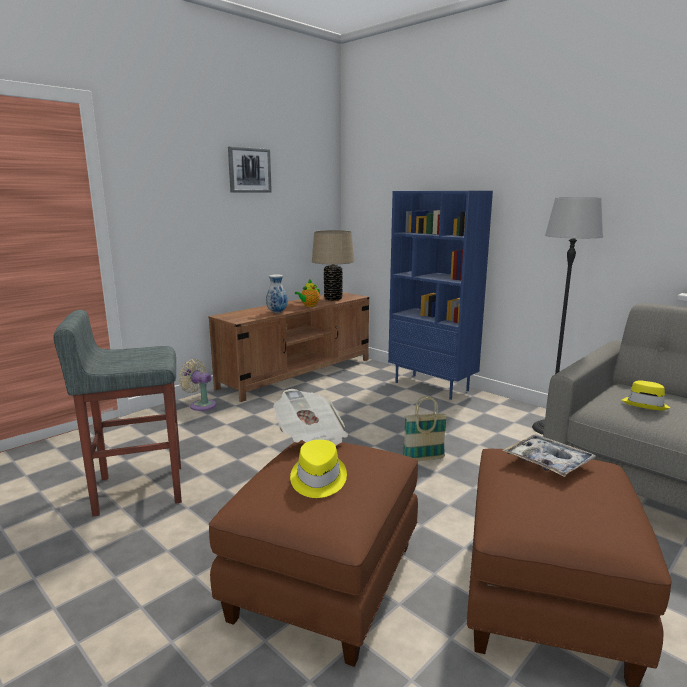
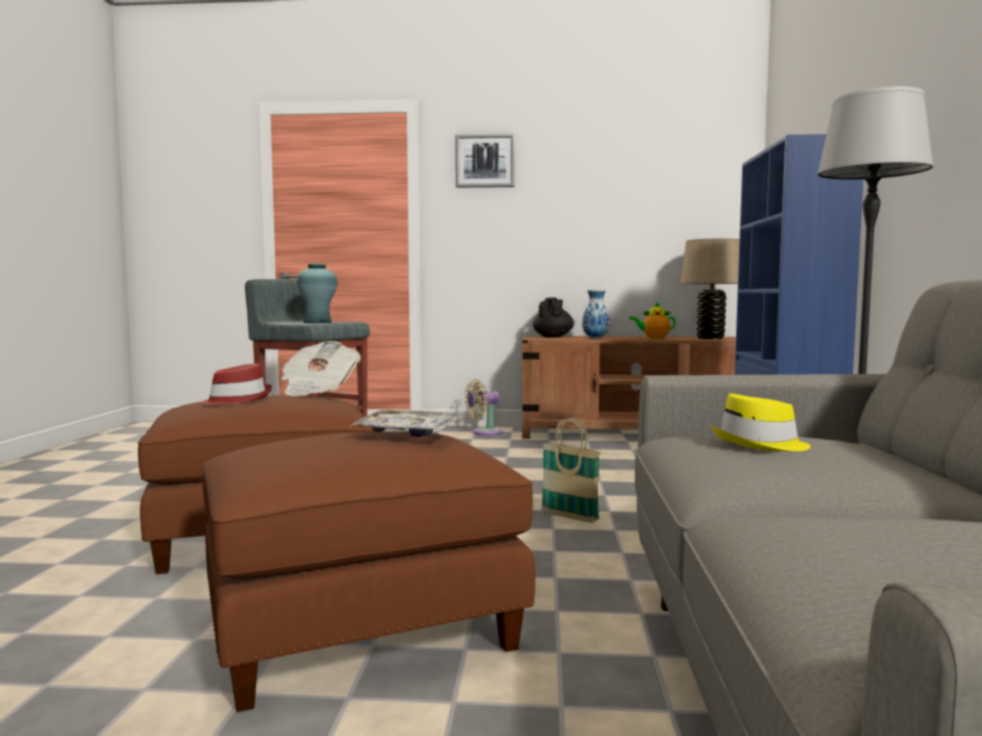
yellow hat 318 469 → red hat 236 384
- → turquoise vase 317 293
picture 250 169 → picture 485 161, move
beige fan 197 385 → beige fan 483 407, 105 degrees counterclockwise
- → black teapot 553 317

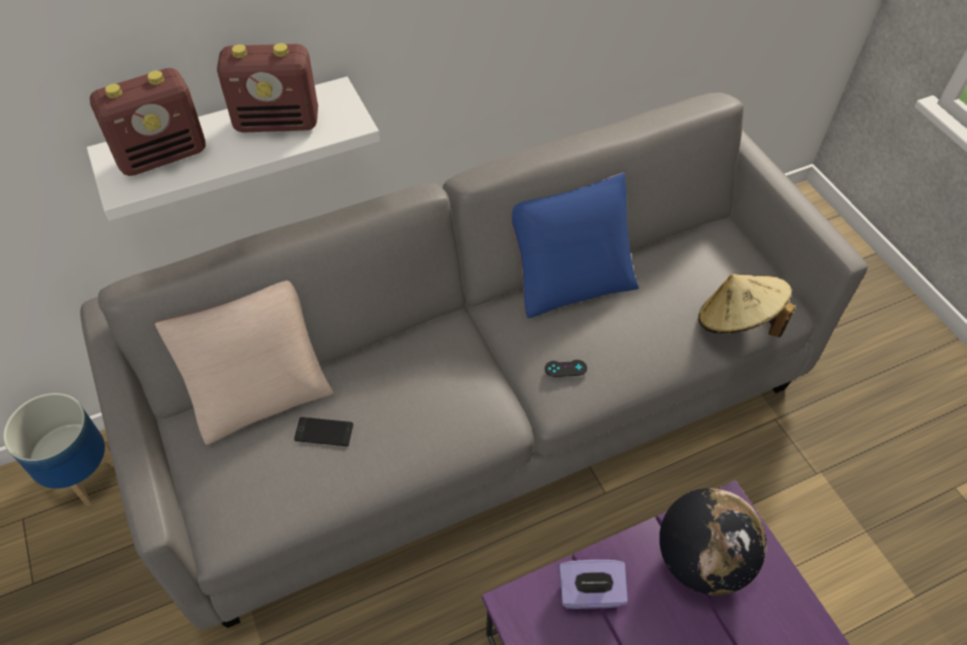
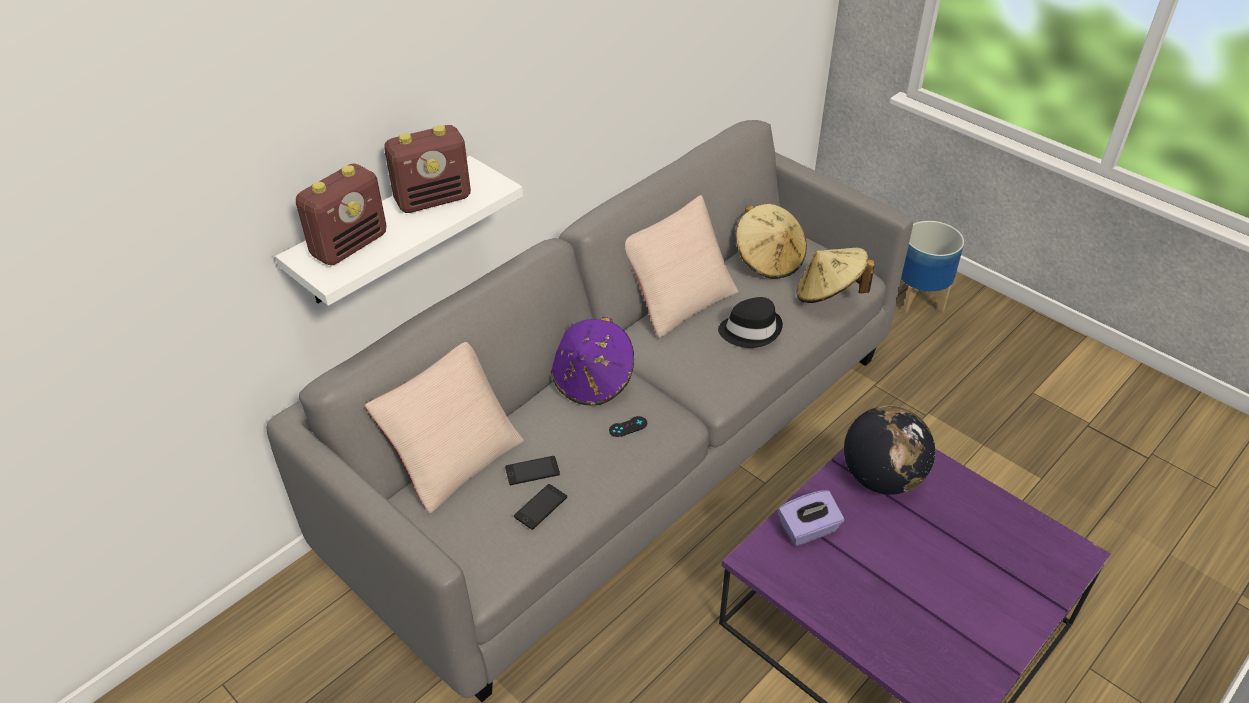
- → phone 540 507
- → purple hat 592 361
black game controller 566 368 → black game controller 628 426, move
blue pillow 575 245 → beige pillow 682 266
- → black hat 750 322
- → beige hat 771 241
planter 58 449 → planter 931 267, move

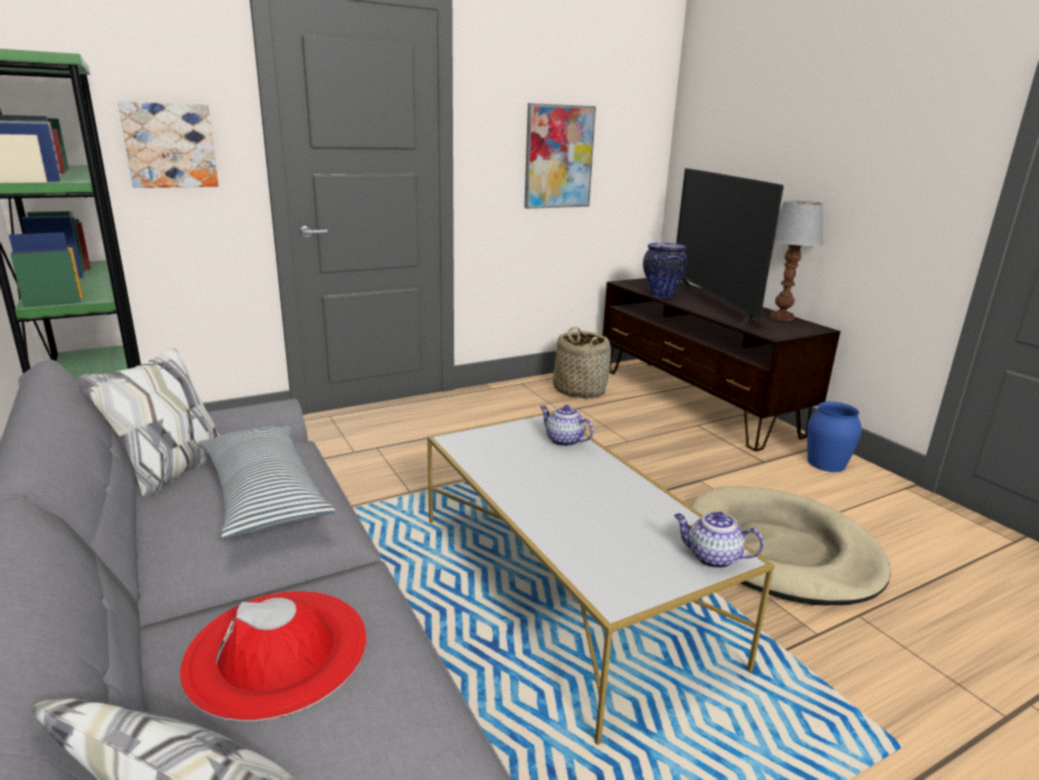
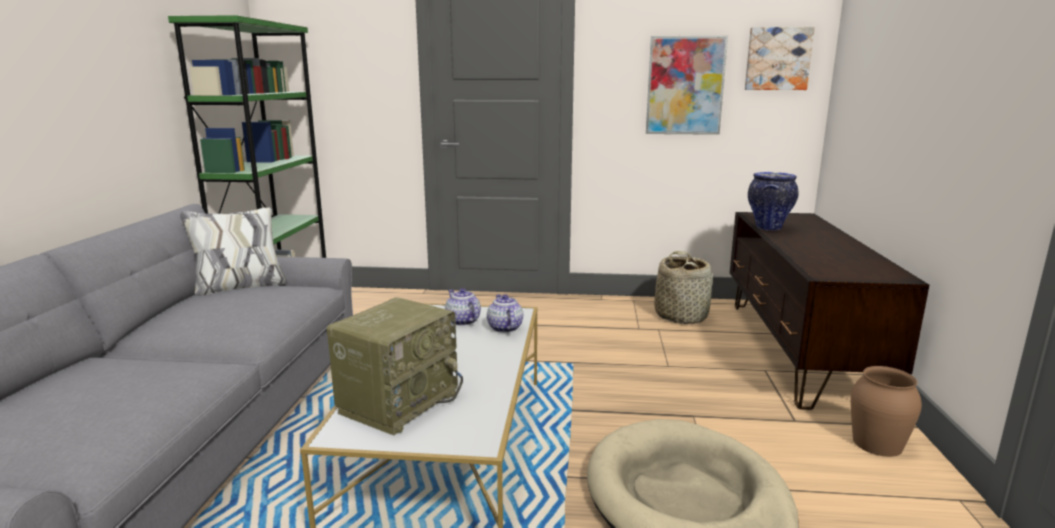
- → radio 395 366
teapot 719 540 → teapot 463 307, move
picture 168 145 → picture 780 58, move
blue vase 834 437 → brown vase 886 411
red hat 273 656 → -
pillow 266 483 → -
television 730 247 → -
table lamp 796 260 → -

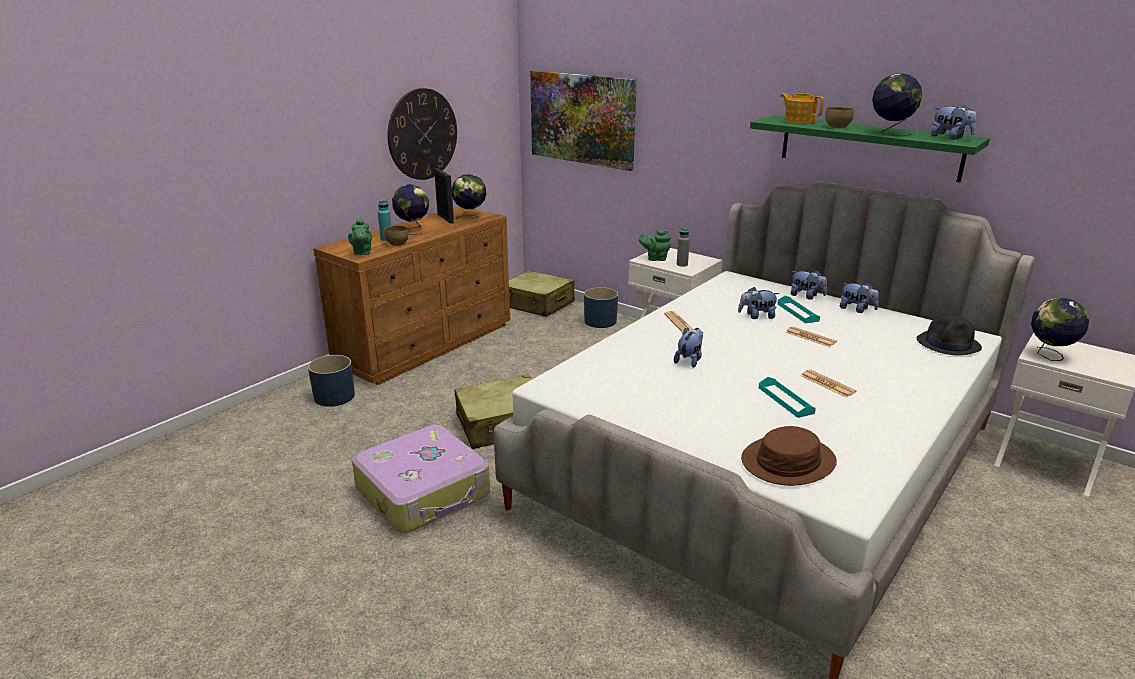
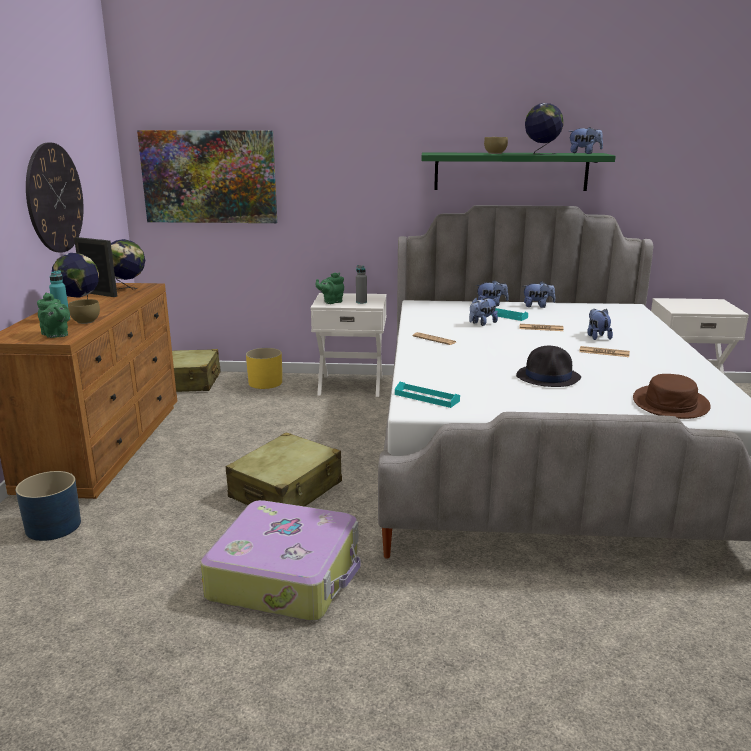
blue planter 601 307 → yellow planter 264 368
turquoise tray 787 397 → turquoise tray 427 395, move
black hat 949 335 → black hat 548 366, move
plush toy 688 348 → plush toy 600 324, move
teapot 802 108 → -
globe 1060 329 → -

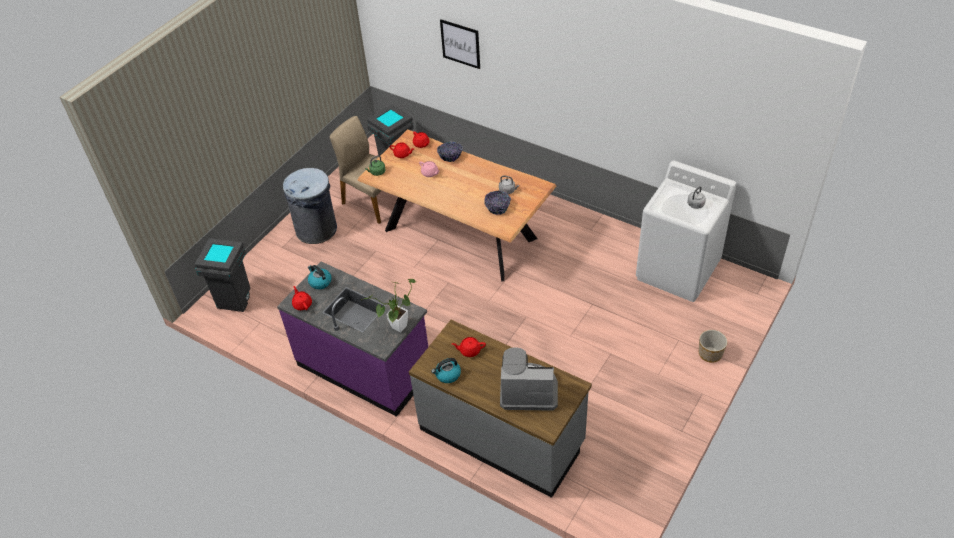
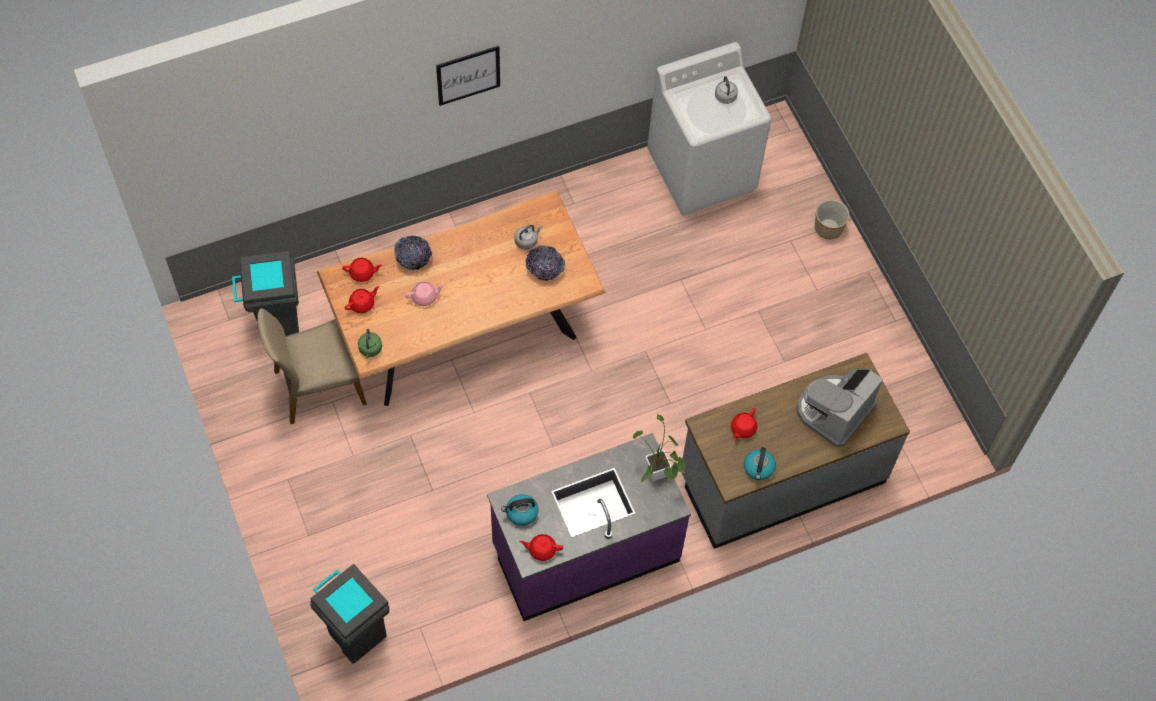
picture 460 44 → picture 468 76, move
grey trash can 310 206 → -

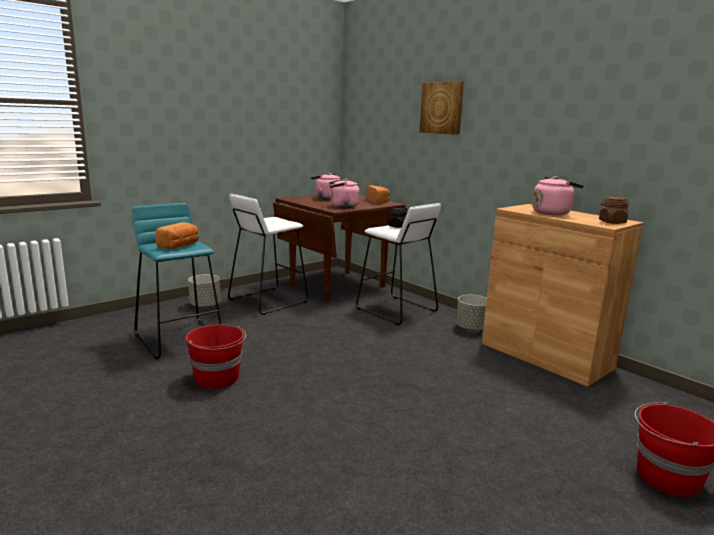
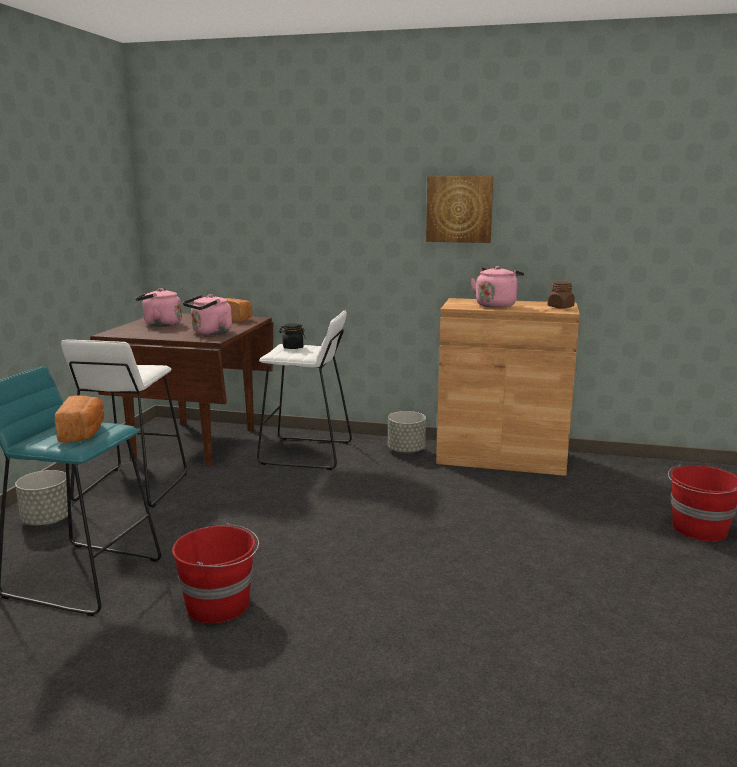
picture 441 108 → picture 460 209, move

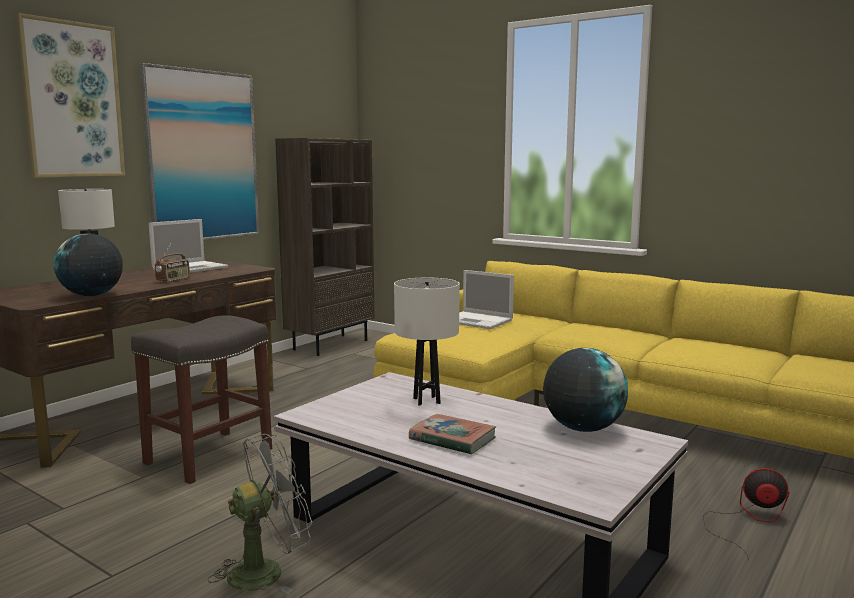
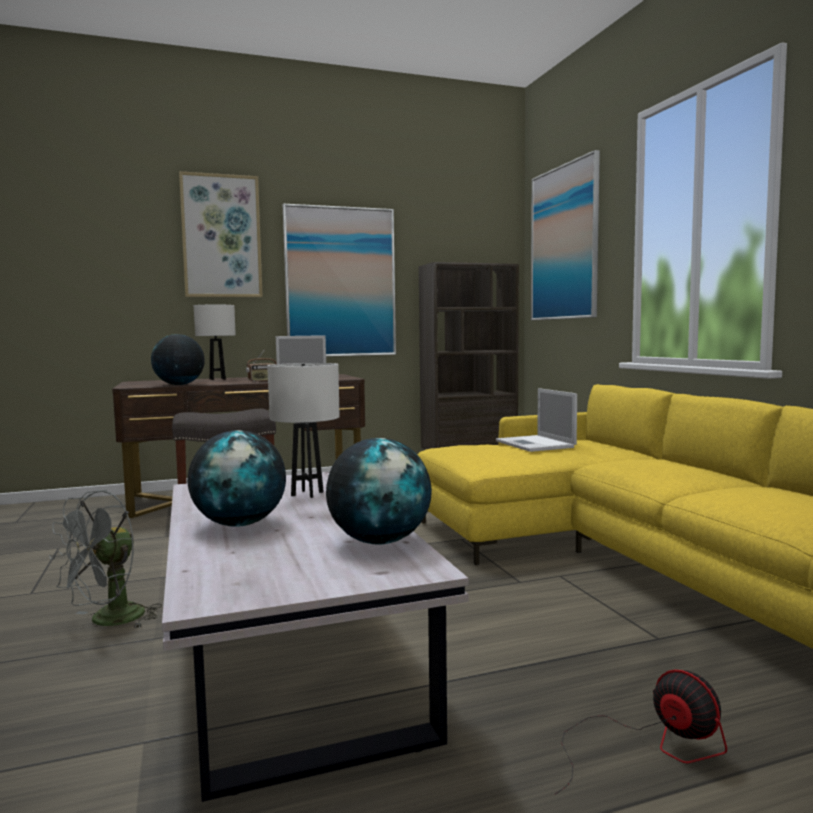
grey fan 260 514 → grey fan 105 559, 120 degrees clockwise
book 452 434 → globe 237 478
- → picture 565 235

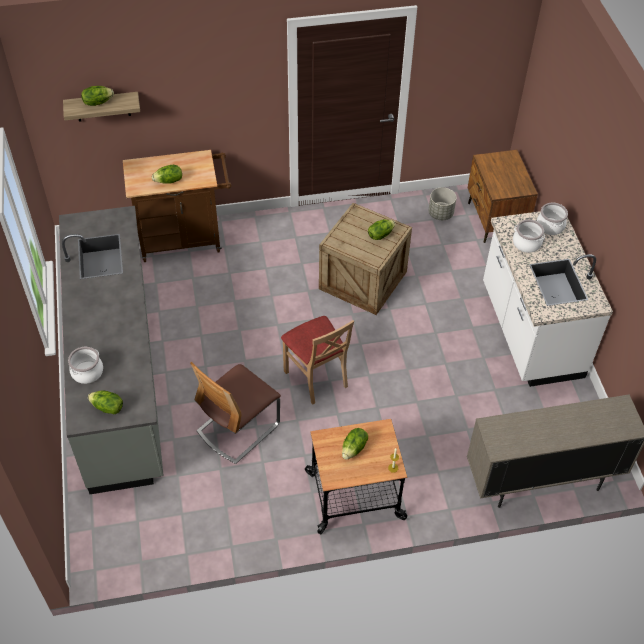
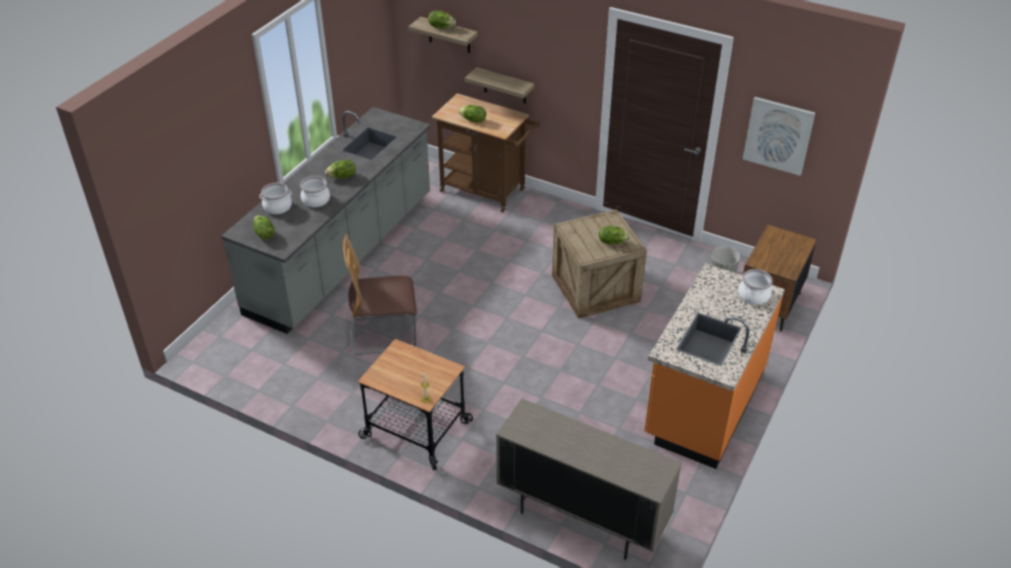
cooking pot 529 236 → cooking pot 315 191, move
lettuce 355 444 → lettuce 340 169, move
- → shelf 500 85
white counter 548 299 → orange counter 714 366
- → picture 779 136
beige chair 317 360 → -

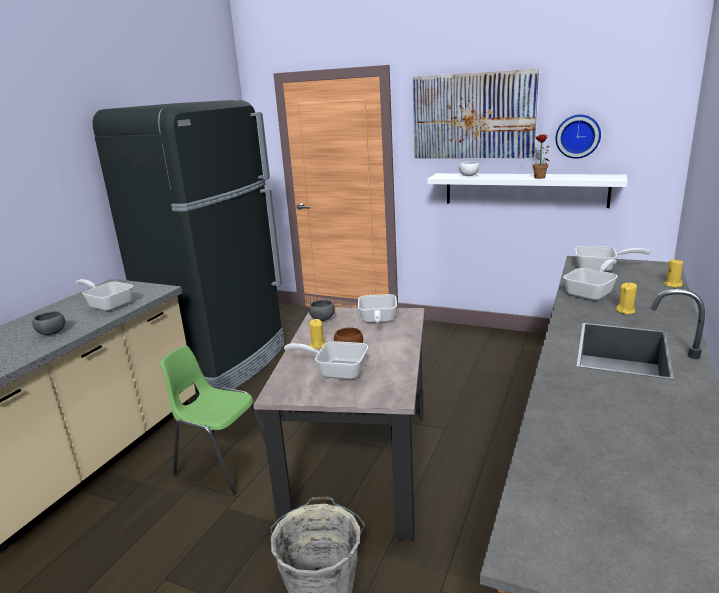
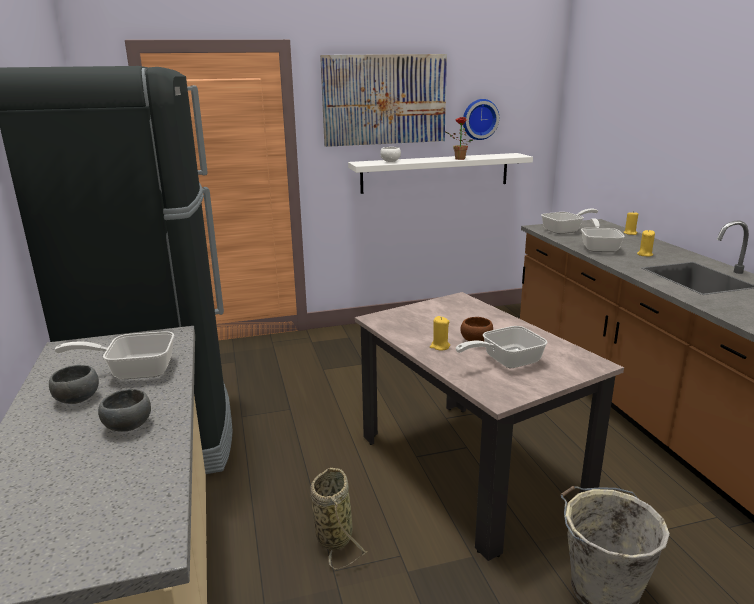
grey bowl 322 310 → grey bowl 74 384, move
green chair 213 420 → basket 338 518
frying pan 377 308 → -

